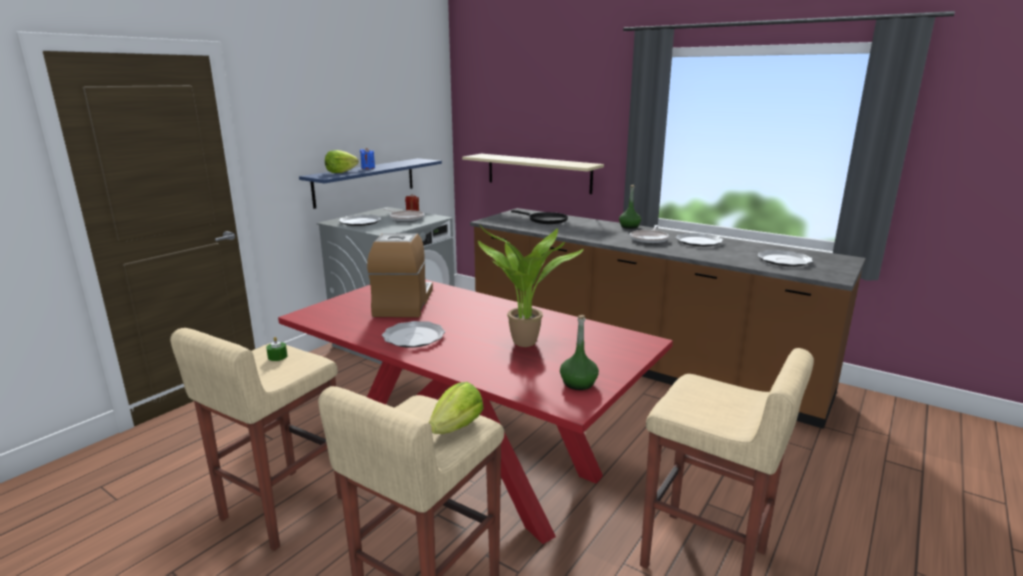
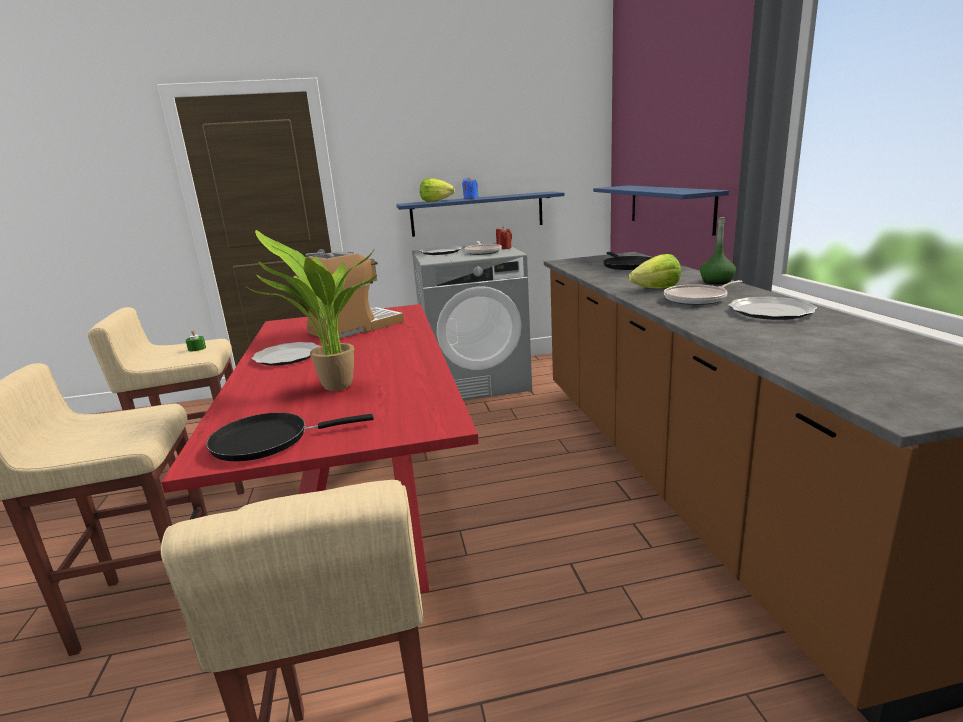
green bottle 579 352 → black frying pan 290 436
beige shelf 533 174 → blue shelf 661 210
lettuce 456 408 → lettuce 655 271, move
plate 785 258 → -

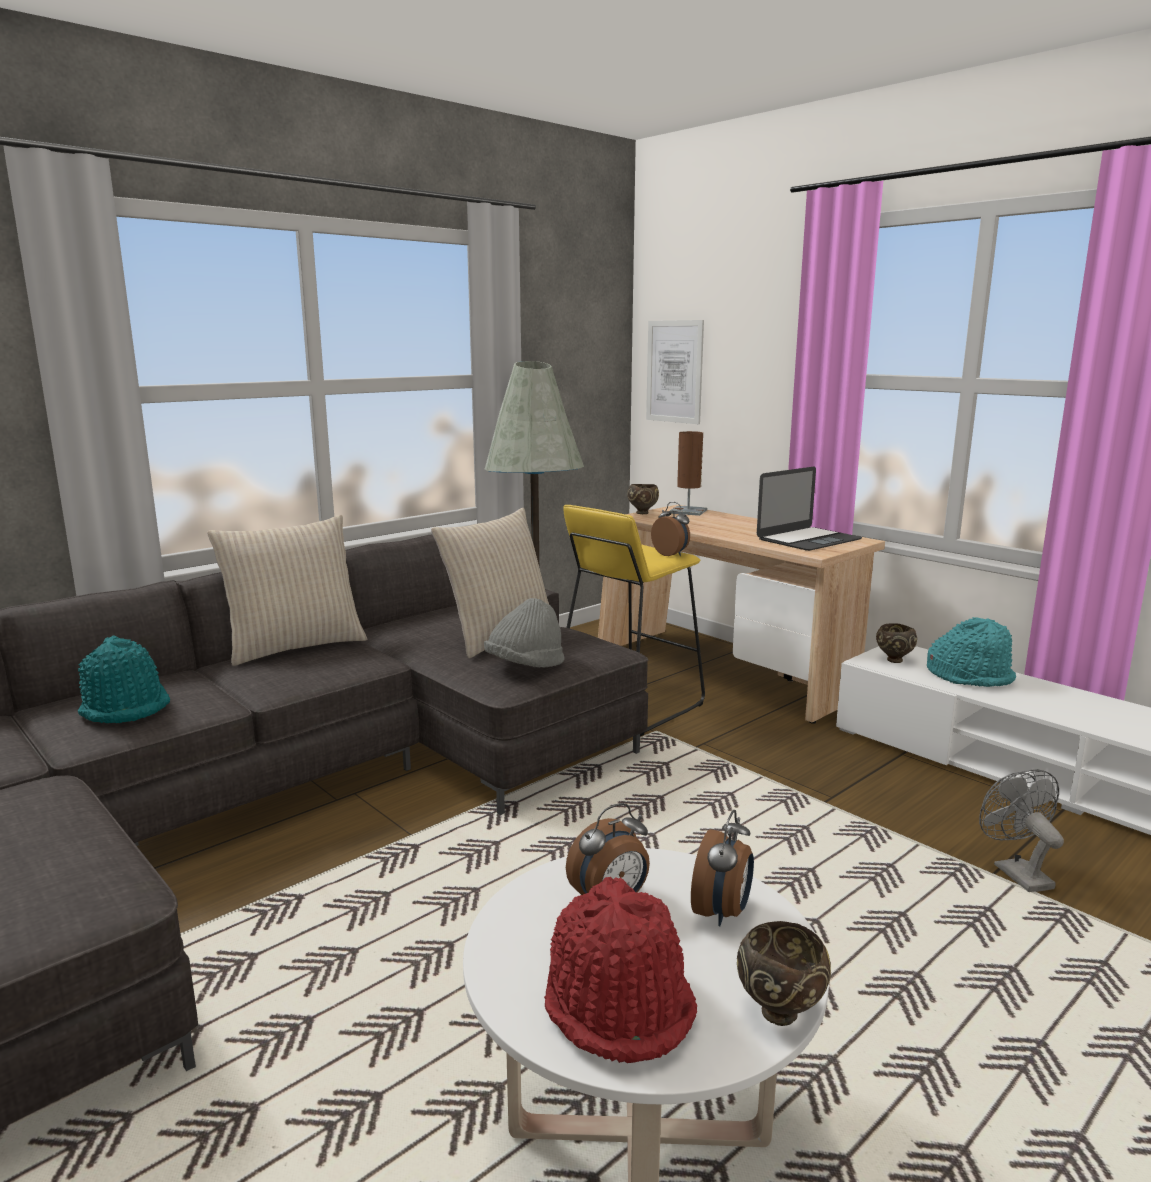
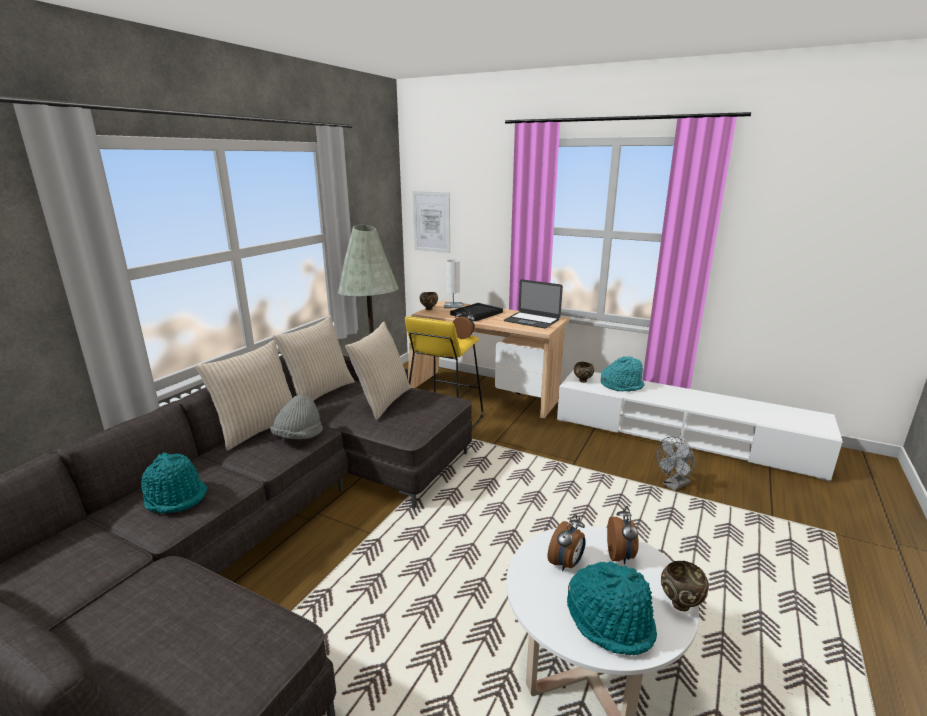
grey hat 524 633 → grey hat 296 417, move
- → beige pillow 314 358
brown table lamp 688 473 → white table lamp 453 284
- → black tray 476 312
laptop 809 508 → laptop 533 303, 90 degrees clockwise
red hat 620 970 → turquoise hat 612 608
grey fan 1021 830 → grey fan 675 463, 90 degrees counterclockwise

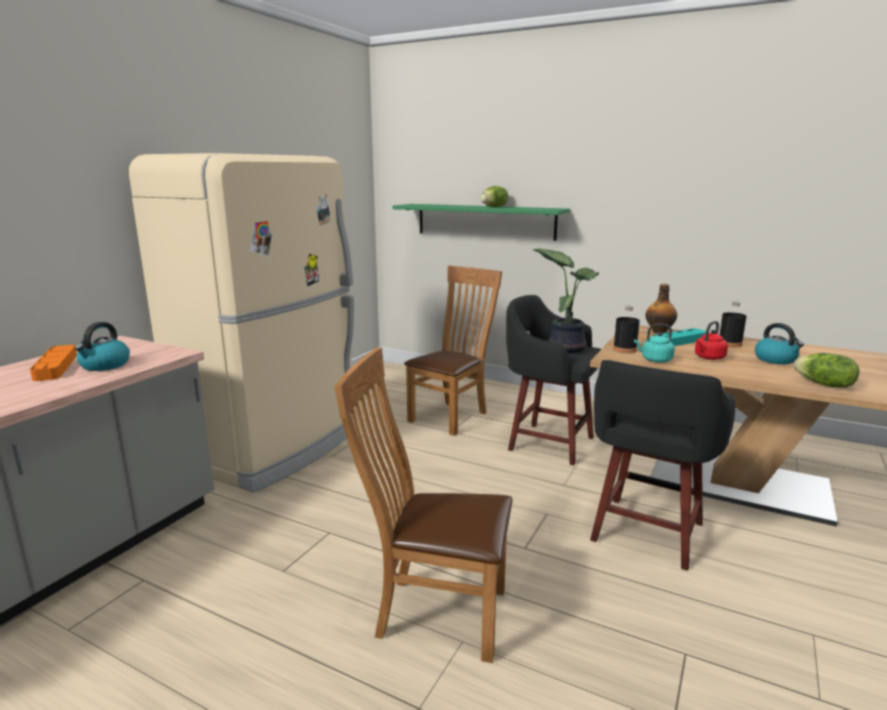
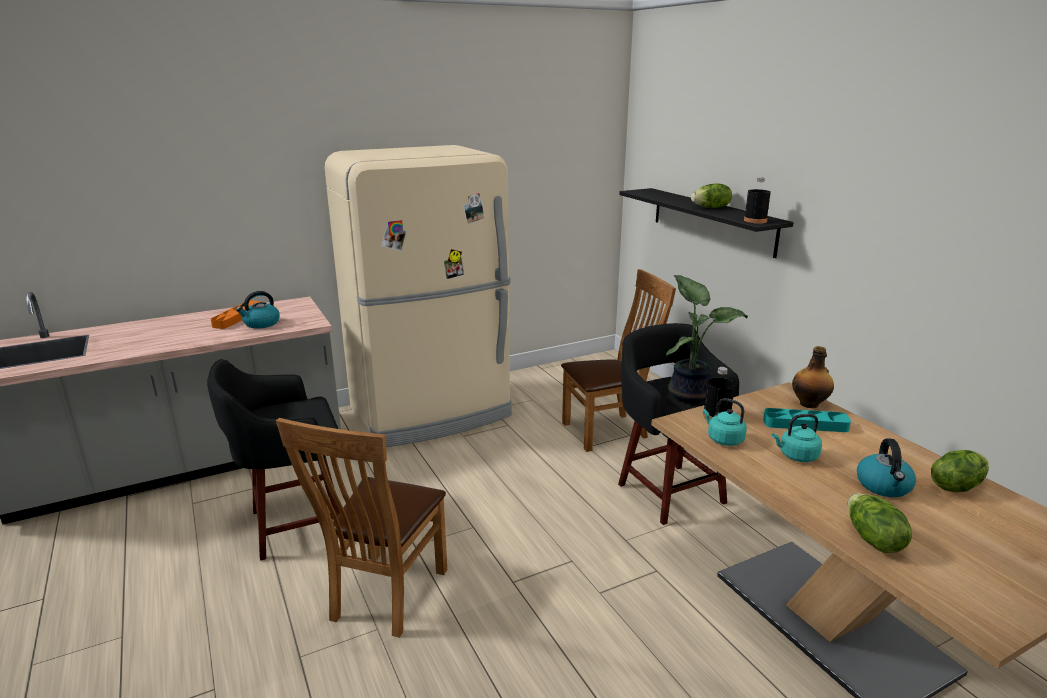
black stool 662 465 → black stool 273 460, move
brown chair 423 505 → brown chair 361 528, 120 degrees counterclockwise
green shelf 481 222 → black shelf 706 223
black bottle 733 324 → black bottle 757 200, move
red kettle 711 340 → turquoise kettle 797 438
- → lettuce 960 471

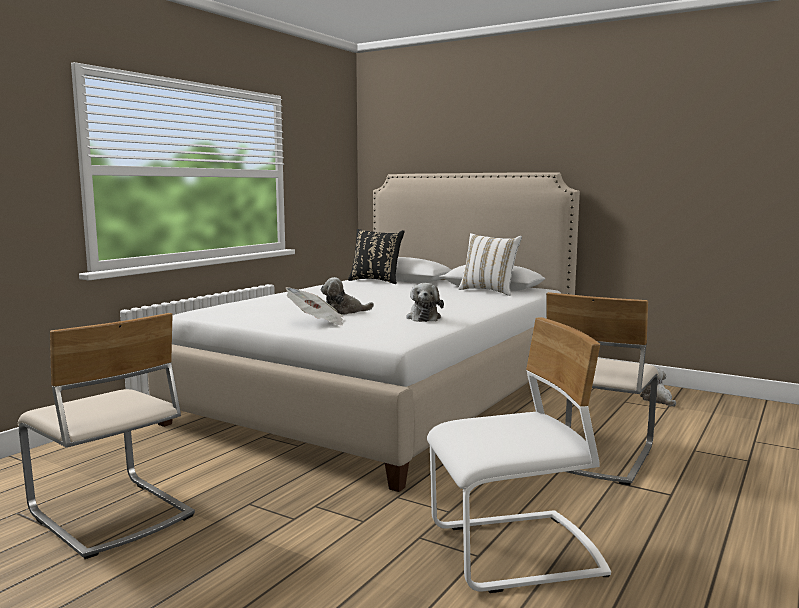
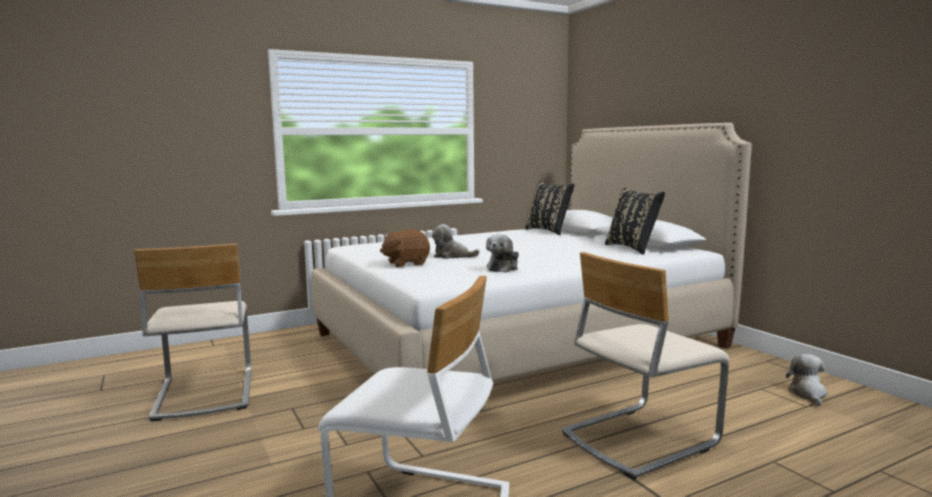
newspaper 314 306 → brown plush toy 405 248
white pillow 490 264 → black pillow 635 221

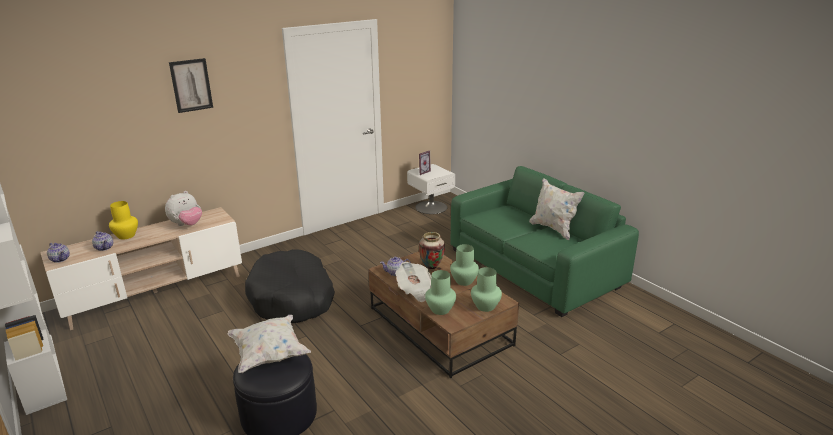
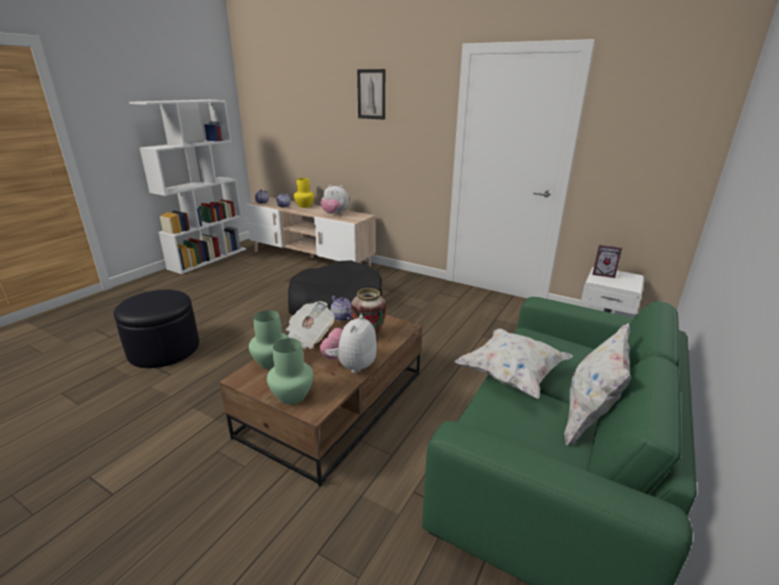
green vase 464 265 → plush toy 348 344
white pillow 269 344 → white pillow 514 364, move

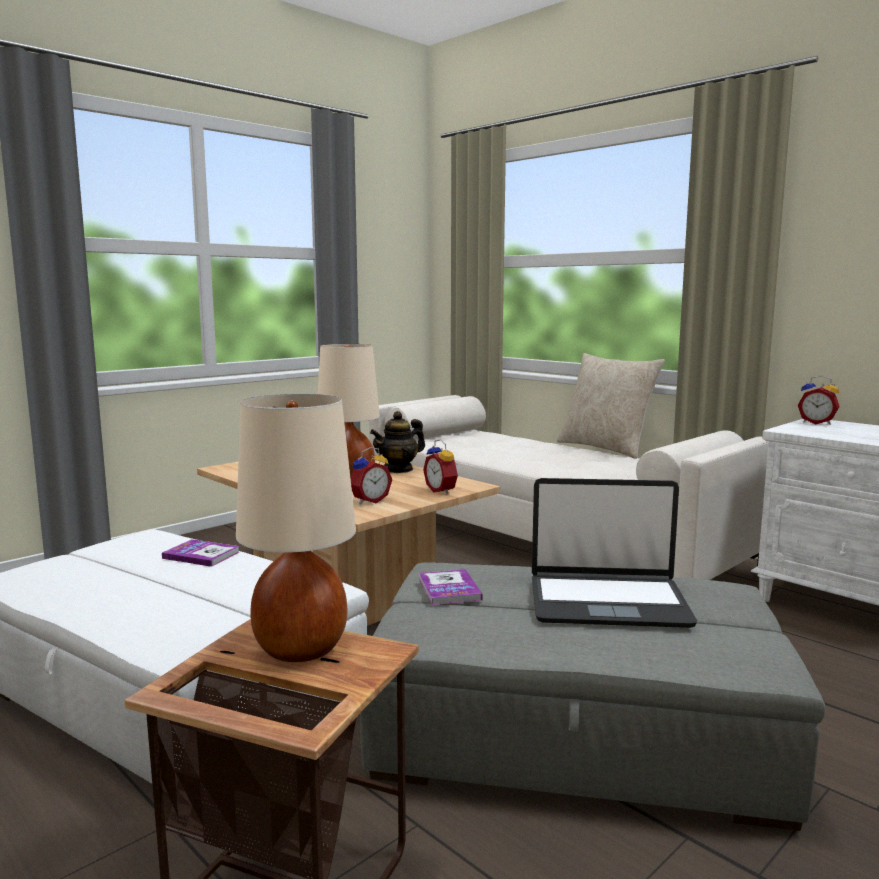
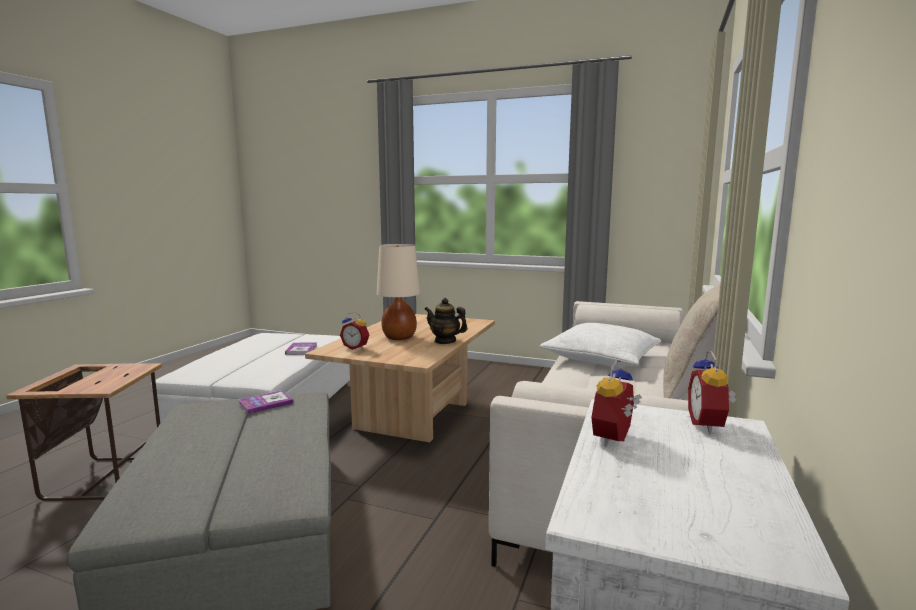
- → white pillow 600 345
alarm clock 441 467 → alarm clock 616 403, move
beige table lamp 296 528 → -
laptop 614 553 → -

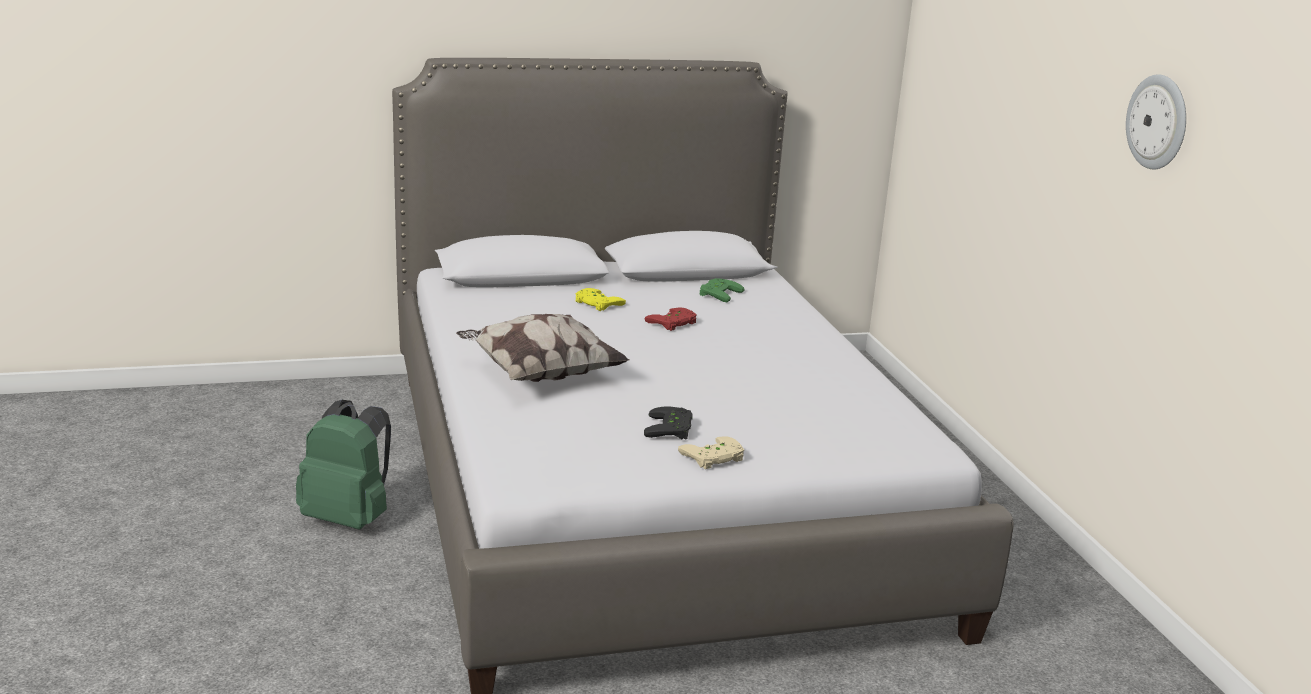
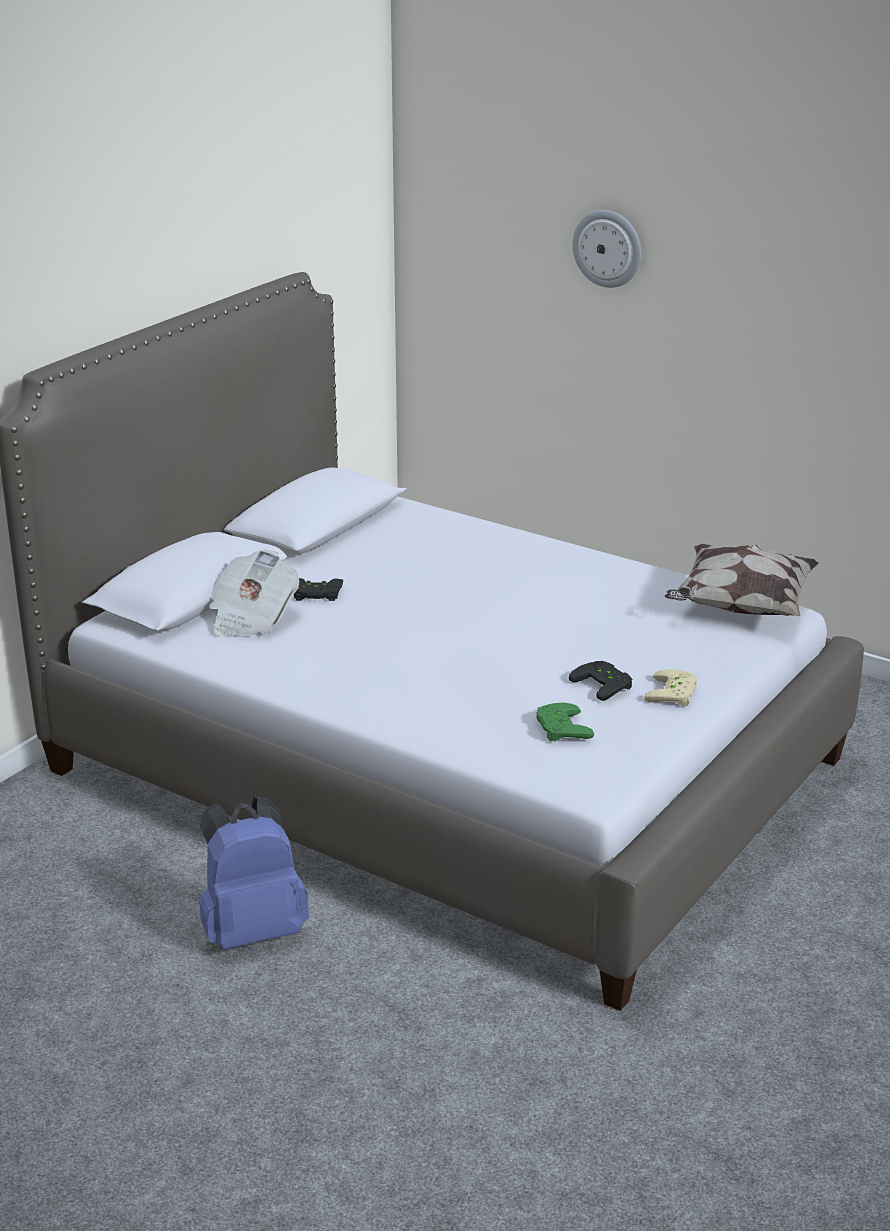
green backpack 343 464 → blue backpack 254 873
- → newspaper 254 594
yellow game controller 601 299 → black game controller 318 589
green game controller 722 290 → green game controller 565 722, move
wall clock 1156 121 → wall clock 606 249, move
pillow 542 348 → pillow 742 580, move
red game controller 671 319 → -

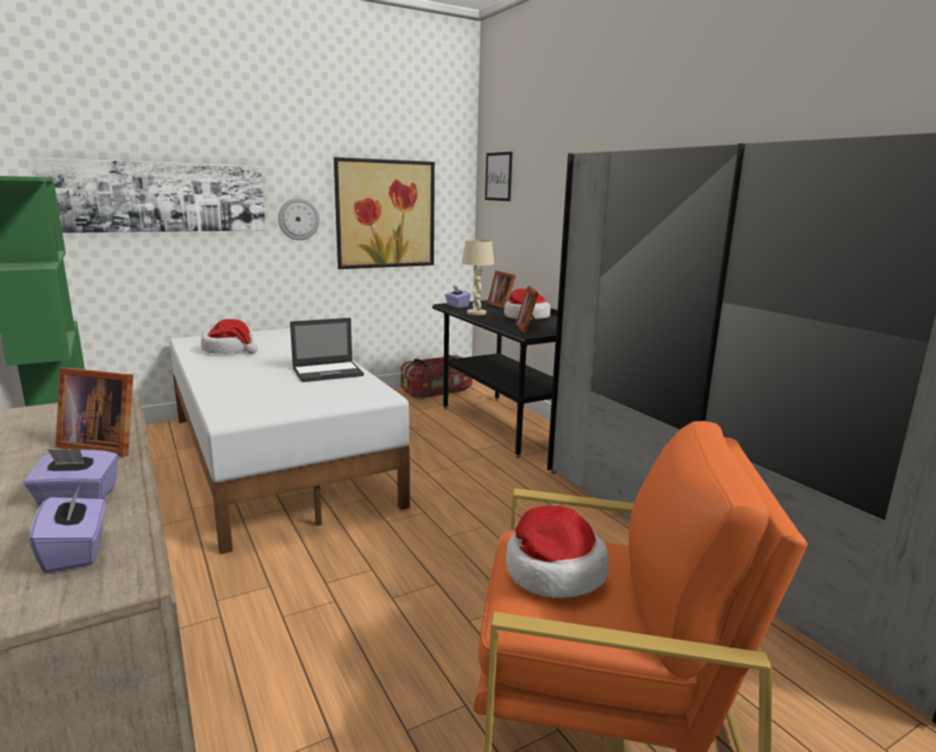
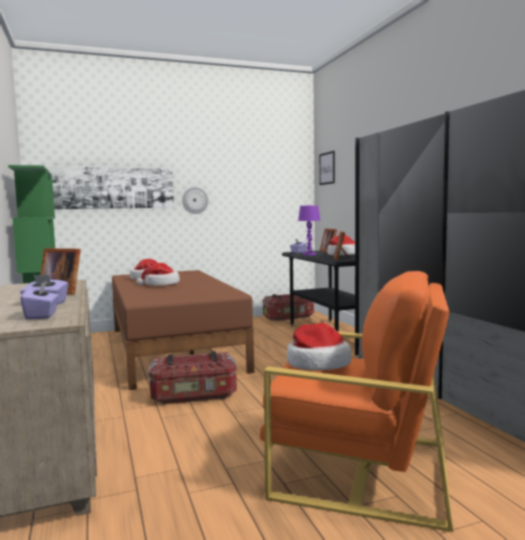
white bed 290 441 → brown bed 183 330
- → hat 158 274
- → storage box 192 377
beige table lamp 478 277 → purple table lamp 309 230
laptop 327 350 → -
picture 384 213 → -

